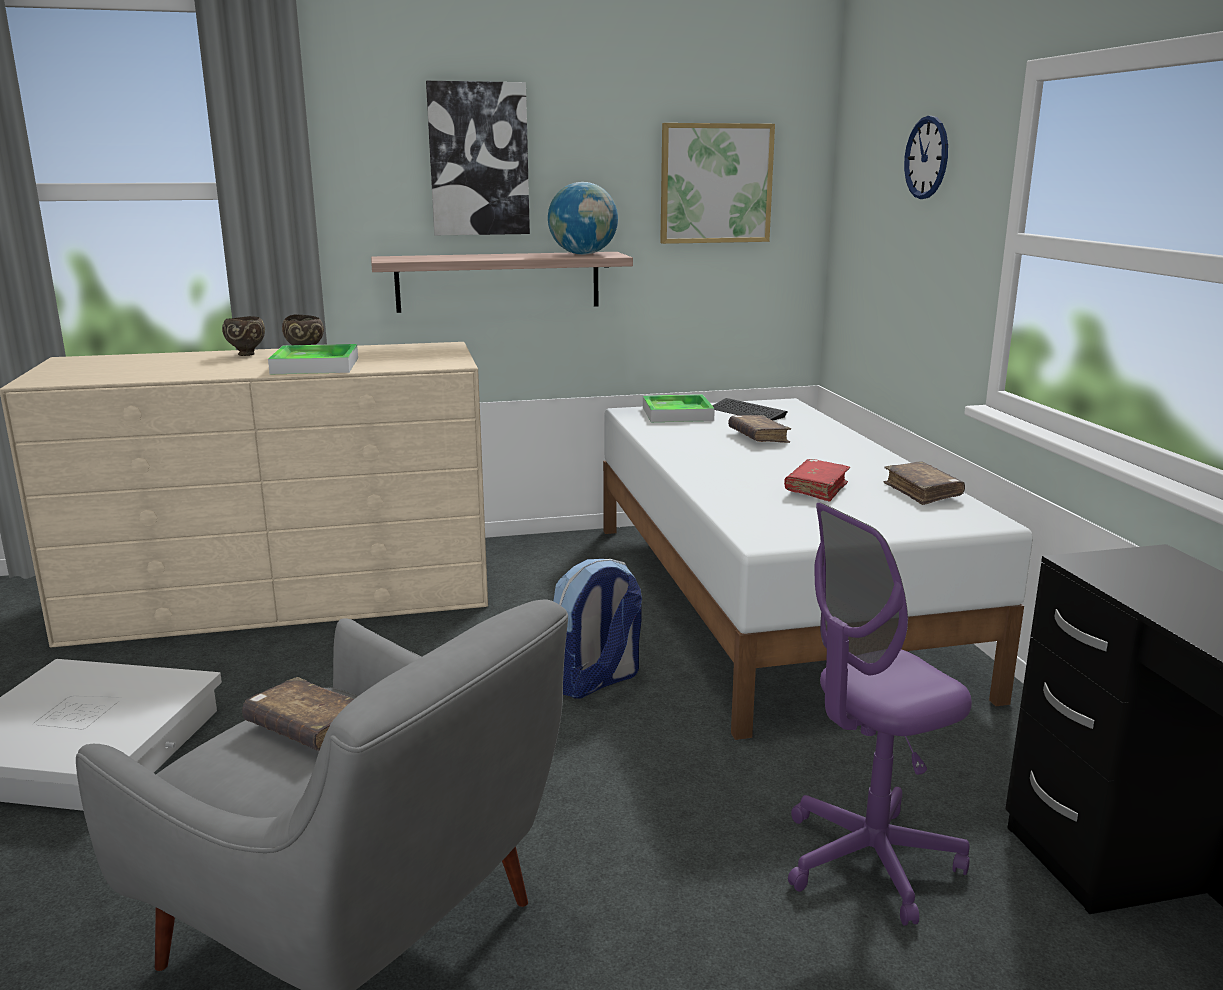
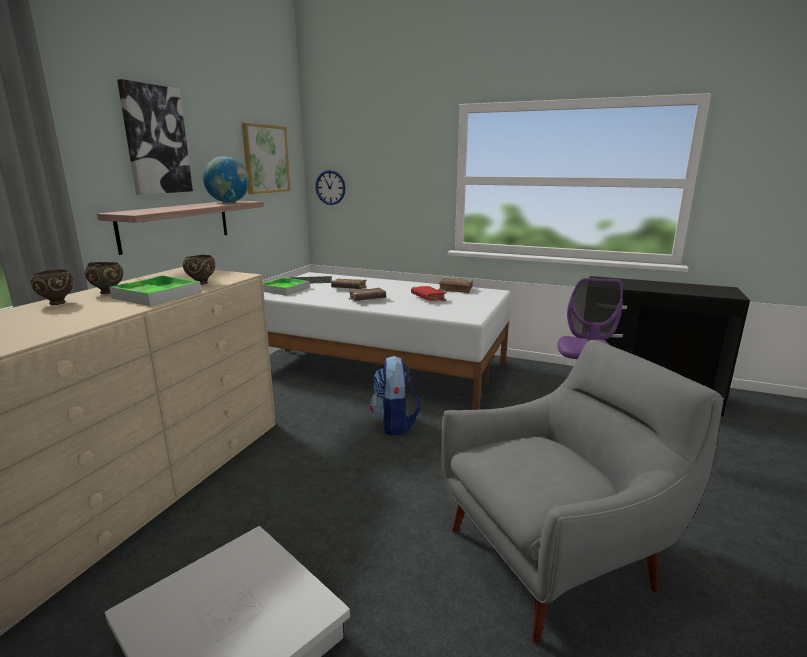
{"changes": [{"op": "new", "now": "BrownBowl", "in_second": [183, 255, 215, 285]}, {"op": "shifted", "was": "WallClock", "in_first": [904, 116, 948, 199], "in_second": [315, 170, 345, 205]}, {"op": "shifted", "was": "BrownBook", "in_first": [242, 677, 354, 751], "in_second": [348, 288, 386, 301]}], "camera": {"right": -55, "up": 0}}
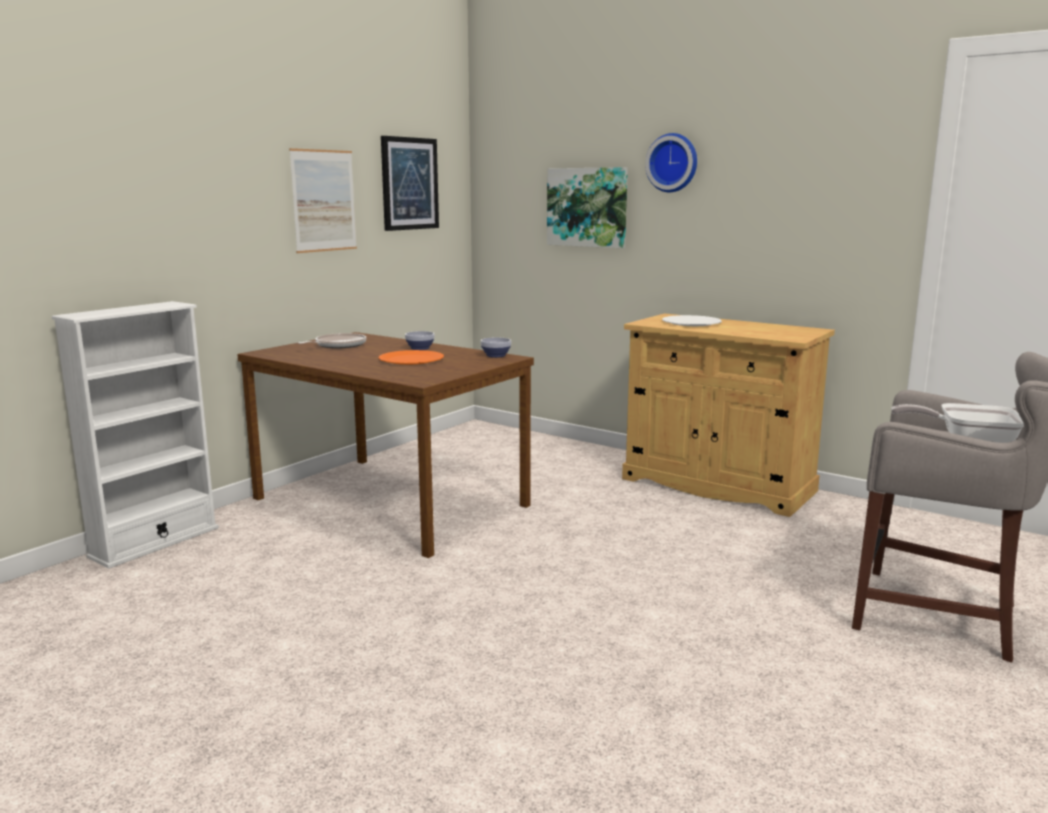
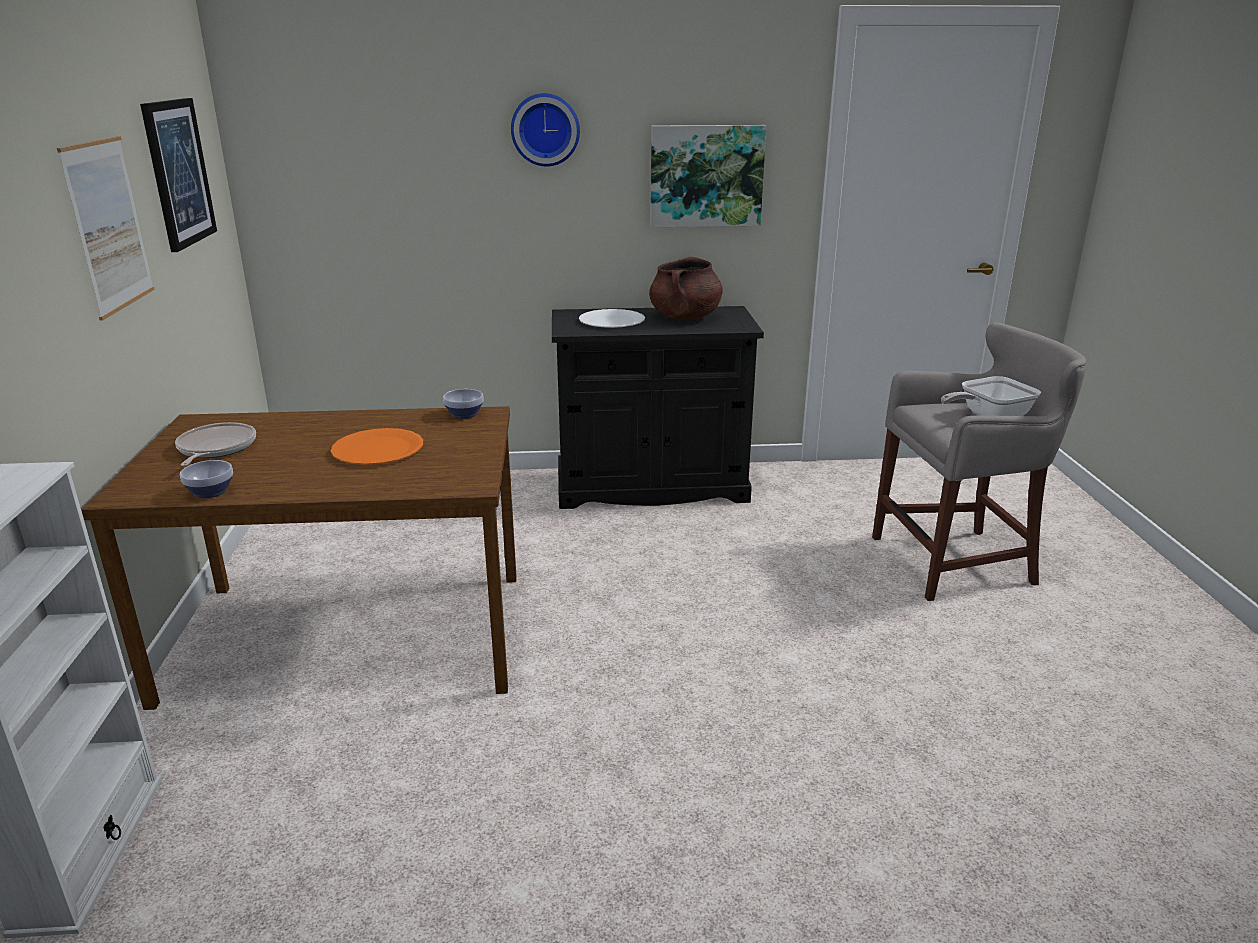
{"changes": [{"op": "shifted", "was": "Bowl", "in_first": [405, 331, 435, 350], "in_second": [180, 460, 233, 498]}, {"op": "repainted", "was": "BeigeCabinet", "now": "BlackCabinet", "in_first": [622, 313, 835, 517], "in_second": [552, 306, 764, 509]}, {"op": "new", "now": "BrownCookingPot", "in_second": [649, 257, 723, 320]}, {"op": "shifted", "was": "Picture", "in_first": [547, 167, 628, 248], "in_second": [650, 125, 766, 227]}], "camera": {"right": -40, "up": 10}}
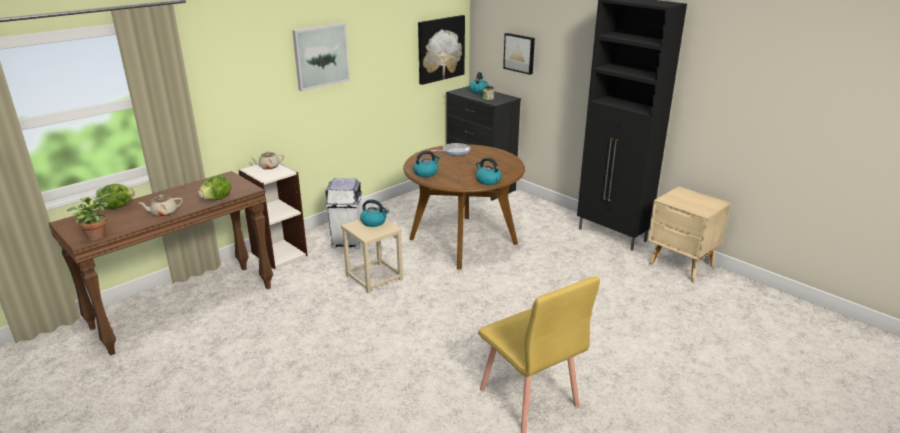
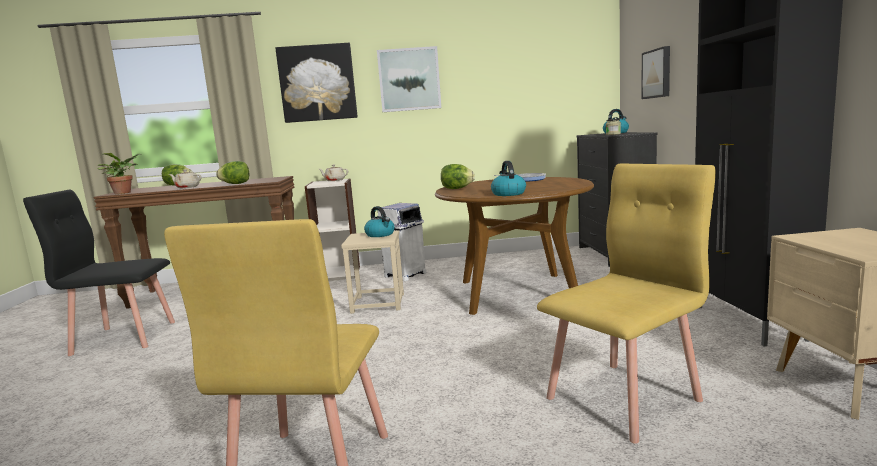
{"changes": [{"op": "new", "now": "BlackChair", "in_second": [23, 190, 175, 356]}, {"op": "shifted", "was": "Picture", "in_first": [418, 15, 465, 85], "in_second": [275, 43, 358, 123]}, {"op": "swapped", "was": "Kettle", "now": "Lettuce", "in_first": [413, 151, 440, 177], "in_second": [441, 164, 475, 189]}, {"op": "new", "now": "YellowChair", "in_second": [537, 164, 716, 444]}], "camera": {"right": 40, "up": -15}}
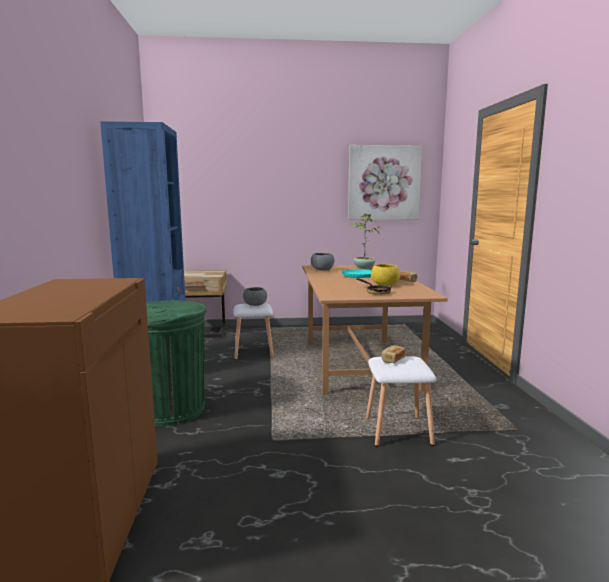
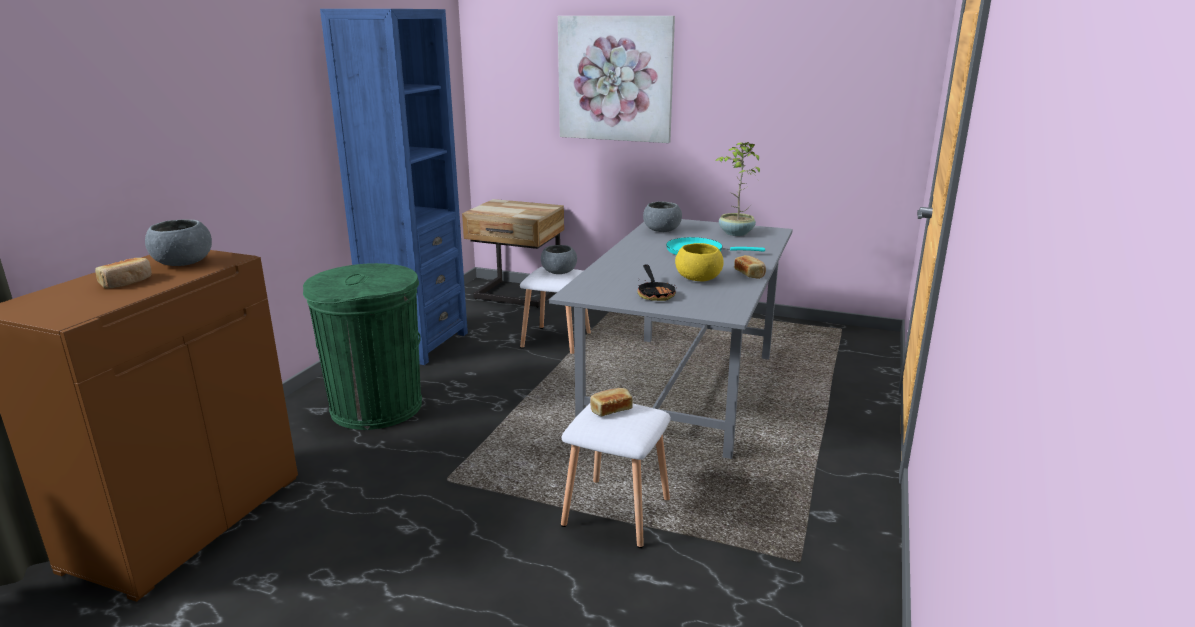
{"changes": [{"op": "new", "now": "Bread", "in_second": [95, 258, 152, 289]}, {"op": "new", "now": "GreyBowl", "in_second": [145, 219, 212, 266]}, {"op": "repainted", "was": "BrownDiningTable", "now": "GreyDiningTable", "in_first": [302, 265, 448, 395], "in_second": [549, 219, 793, 459]}, {"op": "shifted", "was": "Picture", "in_first": [348, 145, 422, 220], "in_second": [558, 16, 675, 143]}], "camera": {"right": 25, "up": 10}}
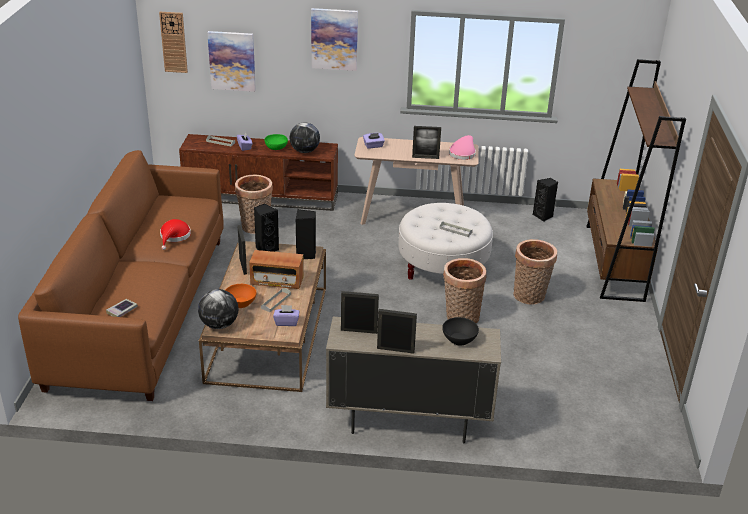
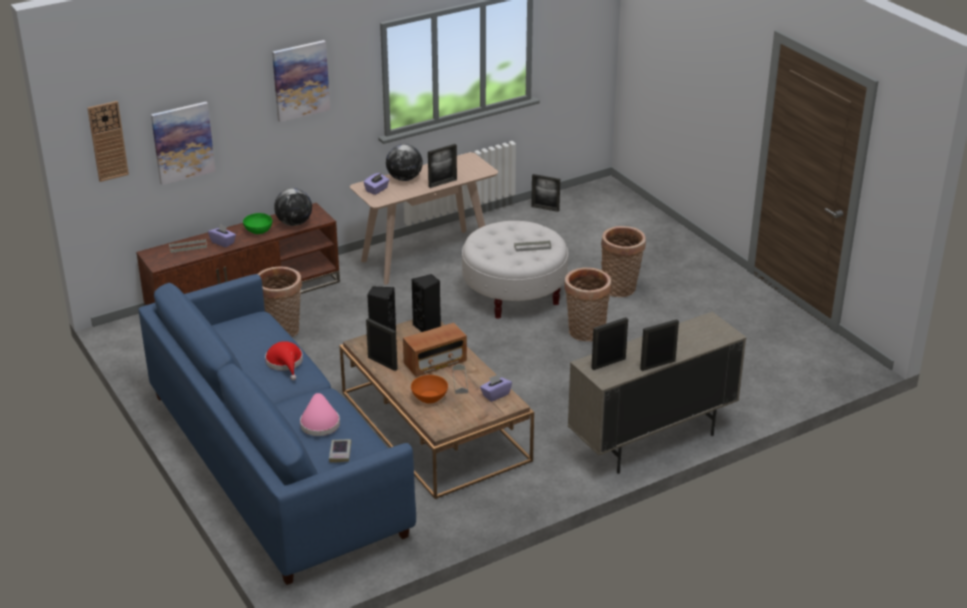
{"changes": [{"op": "repainted", "was": "BrownSofa", "now": "BlueSofa", "in_first": [18, 150, 224, 401], "in_second": [139, 274, 416, 585]}, {"op": "shifted", "was": "PinkHat", "in_first": [449, 135, 476, 160], "in_second": [300, 393, 340, 436]}, {"op": "shifted", "was": "Globe", "in_first": [198, 289, 238, 329], "in_second": [386, 144, 423, 181]}, {"op": "swapped", "was": "BlackSpeaker", "now": "PictureFrame", "in_first": [533, 178, 558, 222], "in_second": [531, 174, 560, 212]}, {"op": "gone", "was": "BlackBowl", "in_first": [442, 317, 479, 345]}, {"op": "gone", "was": "BrownBookcase", "in_first": [586, 59, 686, 302]}], "camera": {"right": -35, "up": 0}}
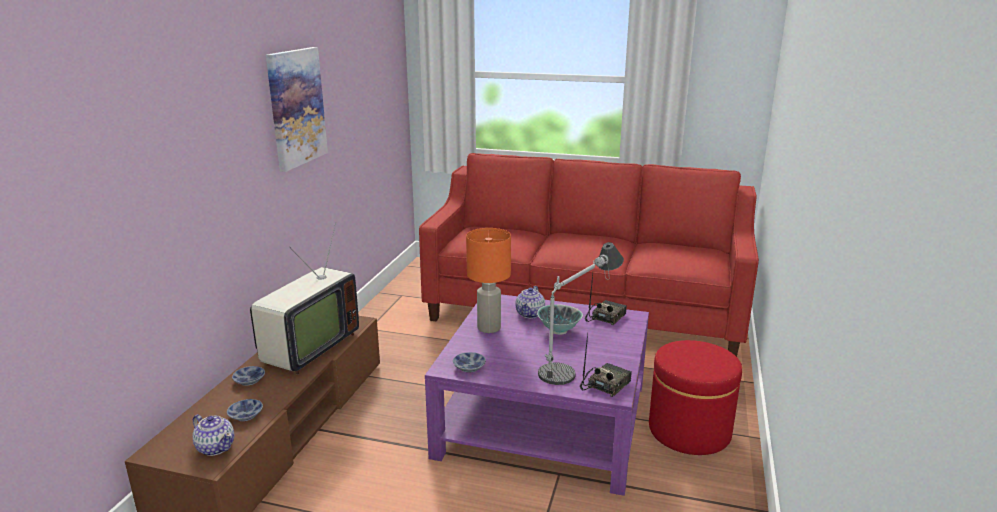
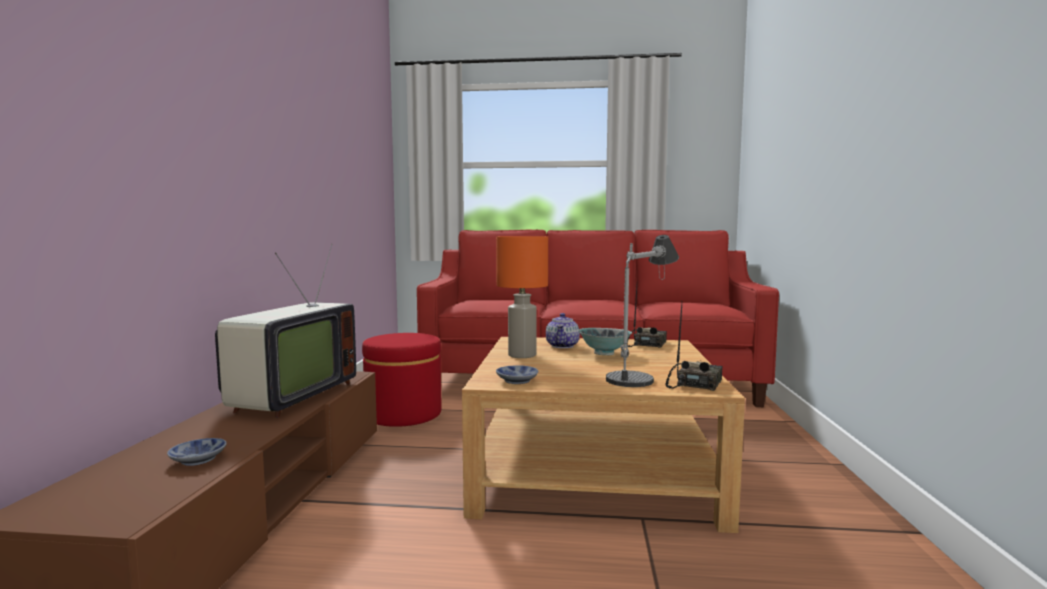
{"changes": [{"op": "shifted", "was": "RedOttoman", "in_first": [649, 340, 742, 455], "in_second": [362, 333, 442, 427]}, {"op": "repainted", "was": "PurpleCoffeeTable", "now": "BeigeCoffeeTable", "in_first": [425, 294, 649, 496], "in_second": [462, 337, 745, 533]}, {"op": "gone", "was": "Teapot", "in_first": [193, 414, 234, 456]}, {"op": "gone", "was": "Bowl", "in_first": [232, 366, 265, 386]}, {"op": "gone", "was": "Picture", "in_first": [266, 47, 328, 172]}], "camera": {"right": -10, "up": -15}}
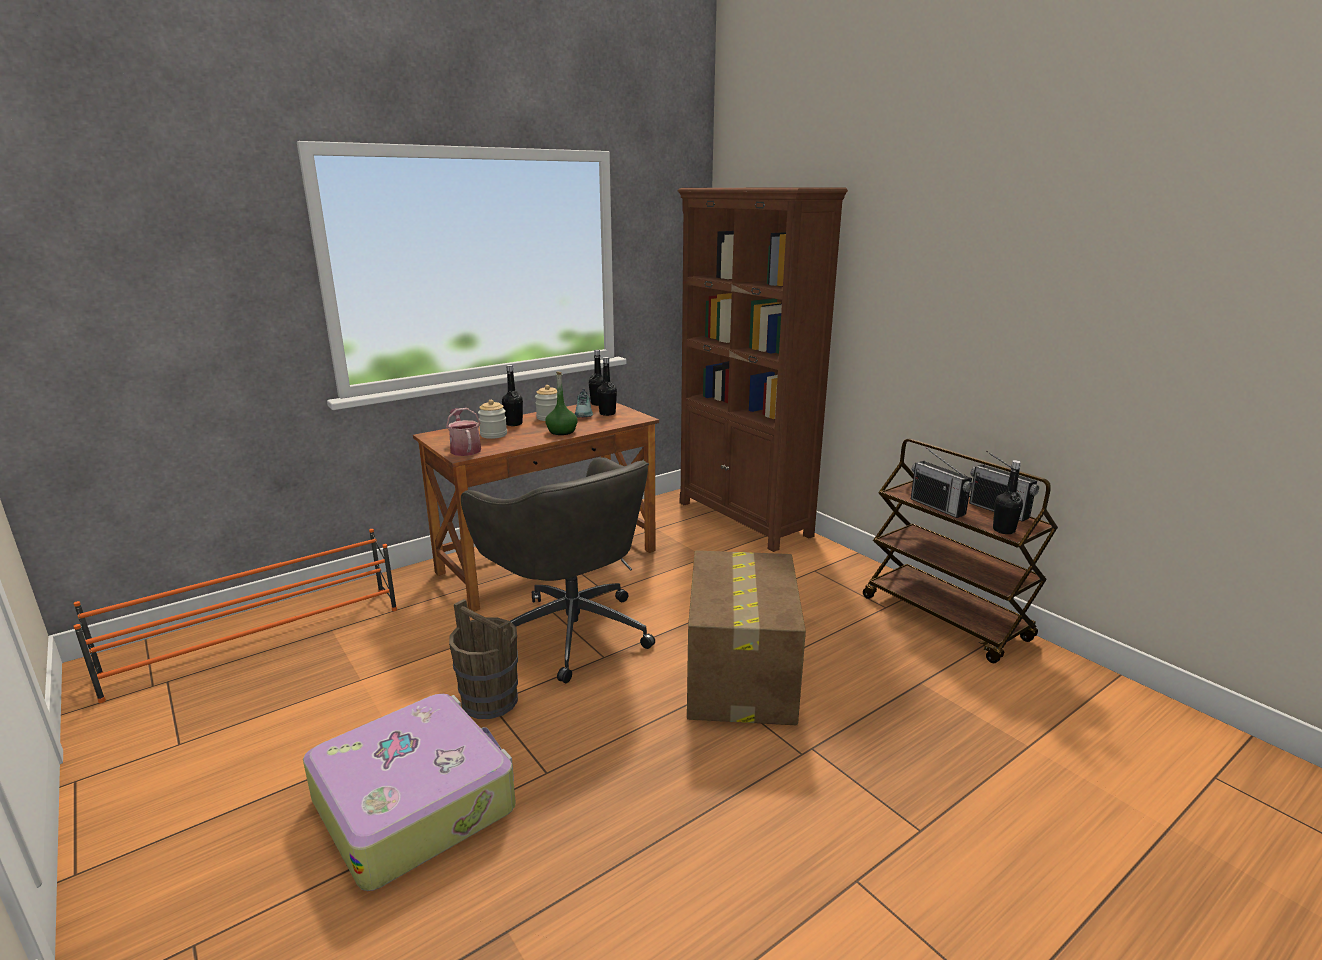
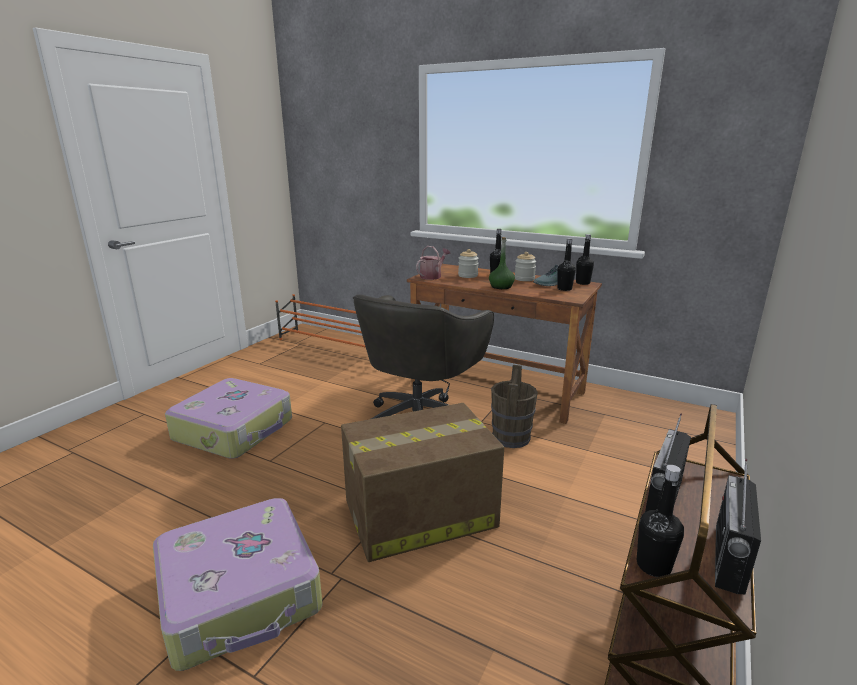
{"changes": [{"op": "new", "now": "Suitcase", "in_second": [153, 498, 323, 671]}, {"op": "shifted", "was": "BrownBucket", "in_first": [449, 599, 518, 719], "in_second": [491, 365, 538, 448]}, {"op": "gone", "was": "BrownBookcase", "in_first": [677, 188, 848, 552]}], "camera": {"right": 65, "up": 0}}
